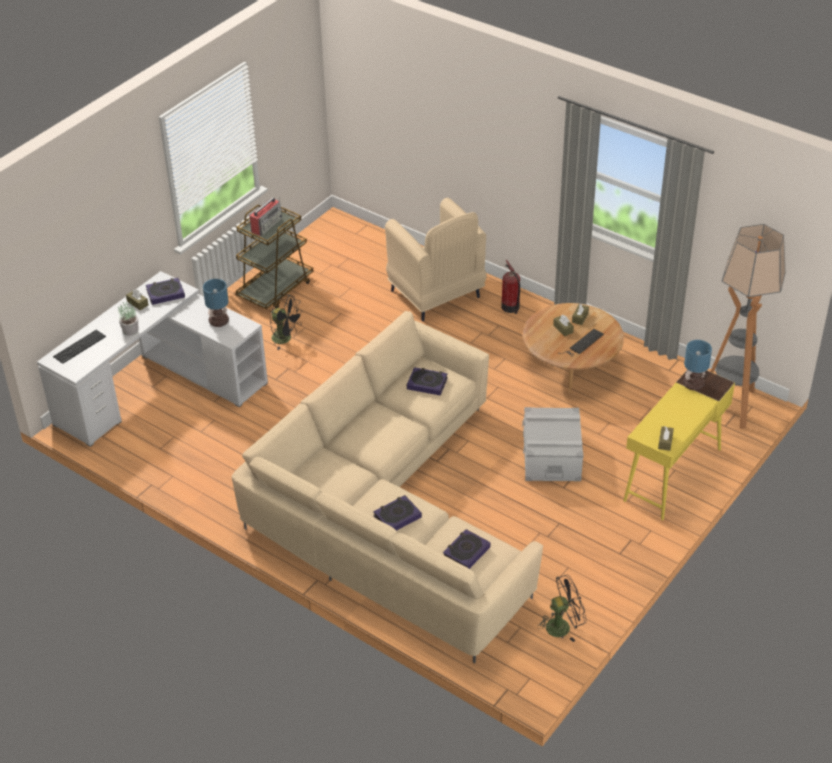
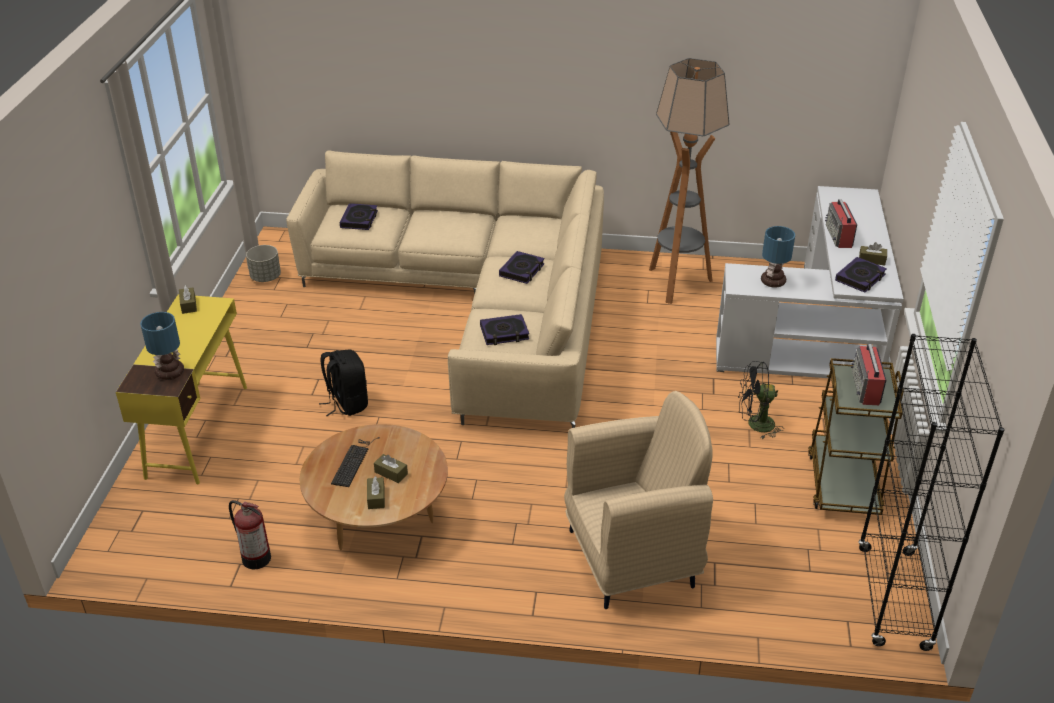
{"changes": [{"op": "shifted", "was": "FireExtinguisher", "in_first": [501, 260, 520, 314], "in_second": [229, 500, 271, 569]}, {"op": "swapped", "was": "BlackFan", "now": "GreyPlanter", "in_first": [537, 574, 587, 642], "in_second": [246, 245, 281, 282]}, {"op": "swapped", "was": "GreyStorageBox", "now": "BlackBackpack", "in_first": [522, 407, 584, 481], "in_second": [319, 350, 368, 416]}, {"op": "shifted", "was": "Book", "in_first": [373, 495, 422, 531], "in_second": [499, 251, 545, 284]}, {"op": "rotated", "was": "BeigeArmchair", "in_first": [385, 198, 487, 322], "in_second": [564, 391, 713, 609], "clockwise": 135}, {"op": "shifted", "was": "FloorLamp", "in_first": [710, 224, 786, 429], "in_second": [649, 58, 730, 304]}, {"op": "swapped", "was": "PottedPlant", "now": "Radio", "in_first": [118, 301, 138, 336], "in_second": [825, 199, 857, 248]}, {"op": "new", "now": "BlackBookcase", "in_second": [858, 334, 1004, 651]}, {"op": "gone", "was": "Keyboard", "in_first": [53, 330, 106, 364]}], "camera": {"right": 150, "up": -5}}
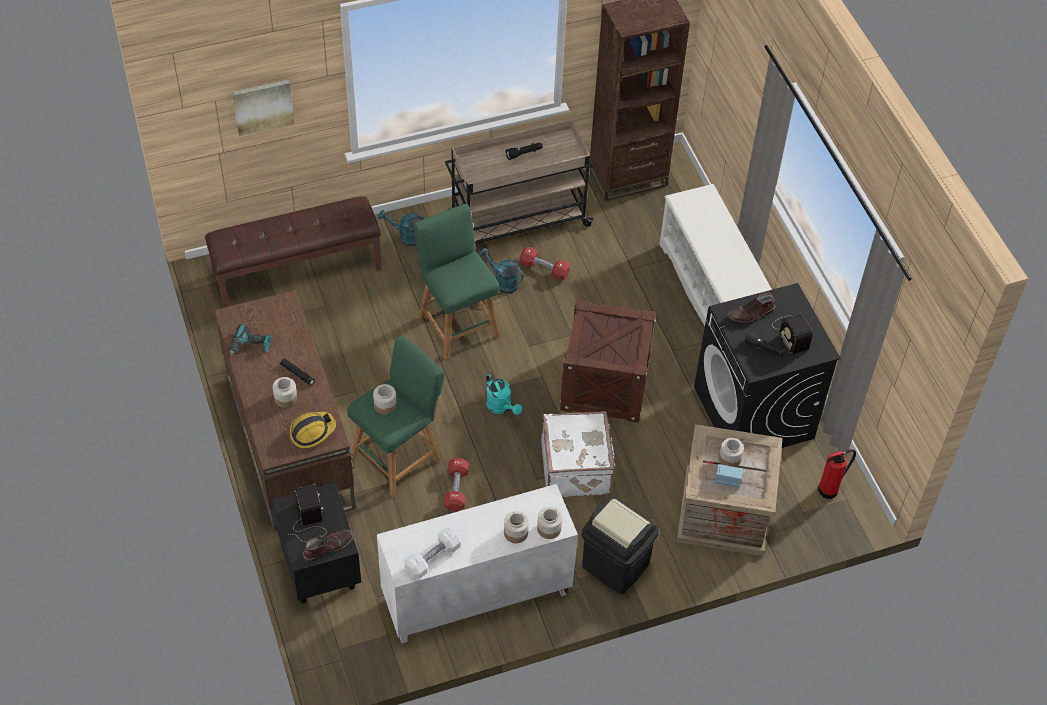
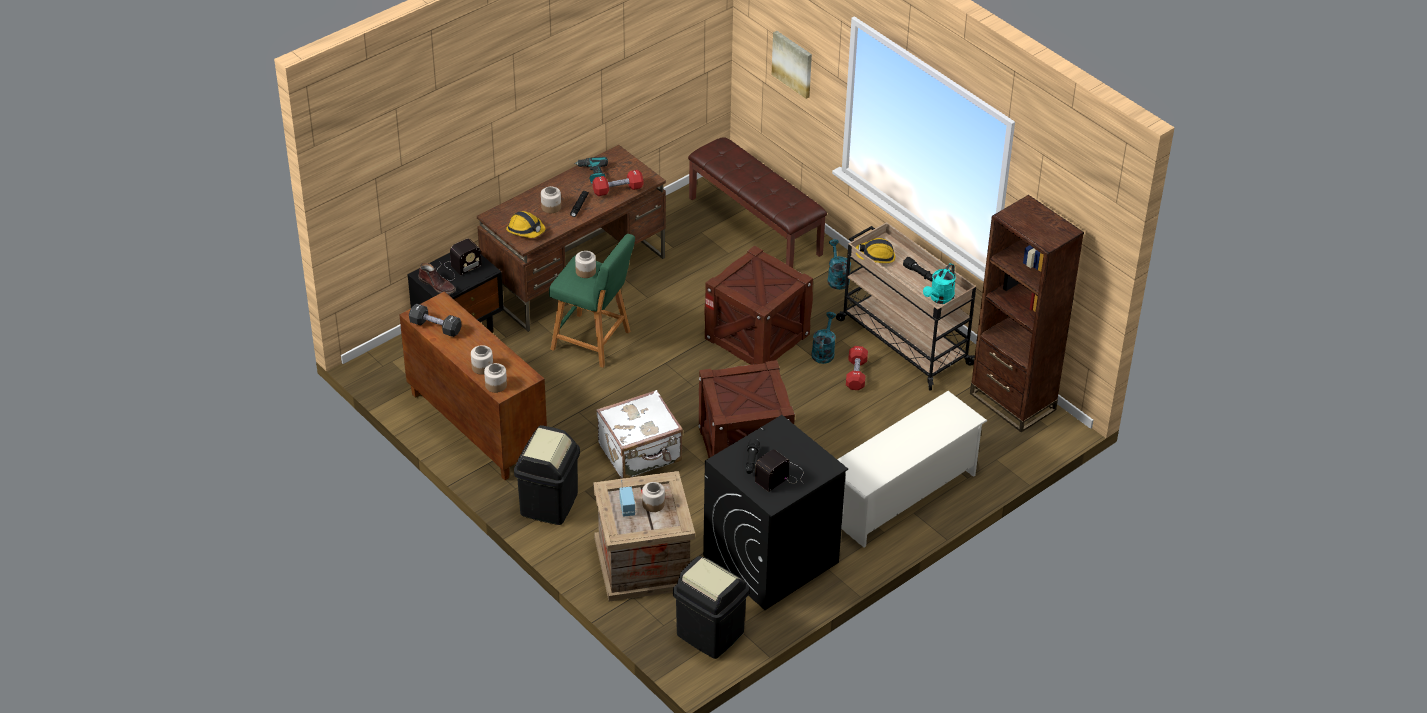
{"changes": [{"op": "repainted", "was": "WhiteCabinet", "now": "BrownCabinet", "in_first": [377, 484, 578, 643], "in_second": [400, 291, 547, 480]}, {"op": "repainted", "was": "WhiteDumbbell", "now": "BlackDumbbell", "in_first": [405, 527, 461, 579], "in_second": [409, 304, 462, 337]}, {"op": "shifted", "was": "RedDumbbell", "in_first": [444, 458, 469, 511], "in_second": [593, 170, 643, 196]}, {"op": "swapped", "was": "FireExtinguisher", "now": "BlackTrashCan", "in_first": [818, 449, 856, 499], "in_second": [673, 556, 750, 659]}, {"op": "swapped", "was": "GreenStool", "now": "Crate", "in_first": [413, 204, 500, 360], "in_second": [704, 246, 813, 365]}, {"op": "new", "now": "HardHat", "in_second": [855, 238, 895, 263]}, {"op": "shifted", "was": "TurquoiseWateringCan", "in_first": [486, 374, 522, 415], "in_second": [923, 263, 956, 304]}, {"op": "gone", "was": "BrownBoot", "in_first": [728, 293, 775, 323]}], "camera": {"right": 70, "up": -10}}
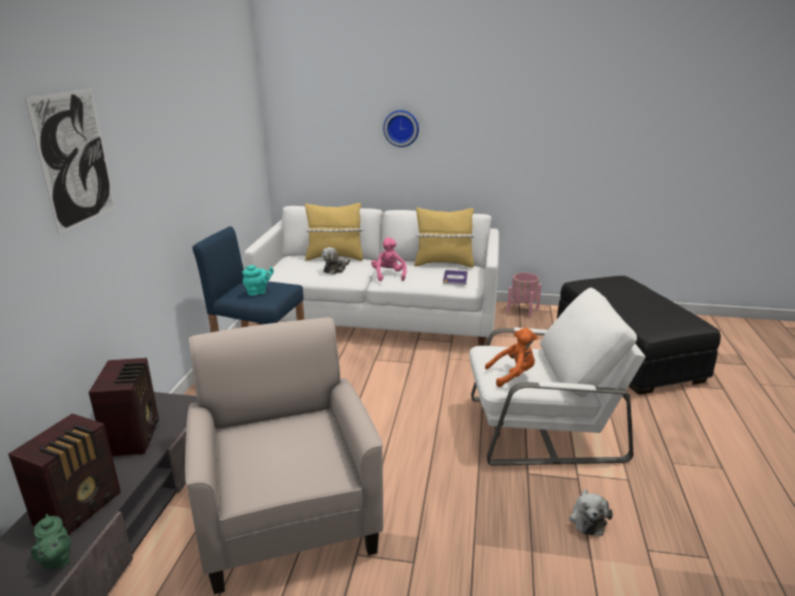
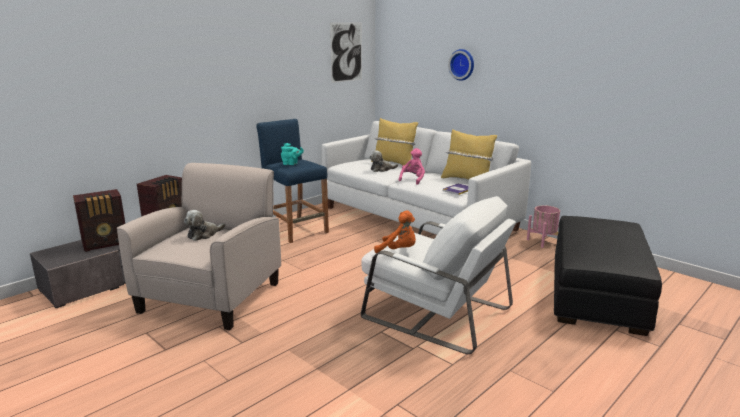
{"changes": [{"op": "shifted", "was": "PlushToy", "in_first": [569, 489, 613, 536], "in_second": [184, 210, 226, 241]}, {"op": "shifted", "was": "Picture", "in_first": [25, 88, 116, 234], "in_second": [330, 22, 362, 83]}, {"op": "gone", "was": "GreenTeapot", "in_first": [31, 514, 71, 571]}], "camera": {"right": 35, "up": -5}}
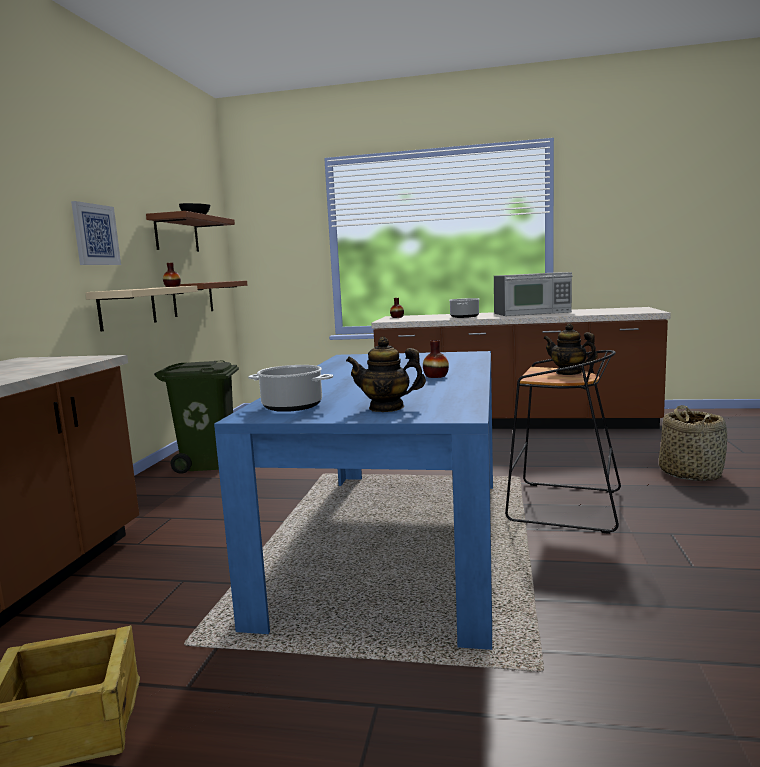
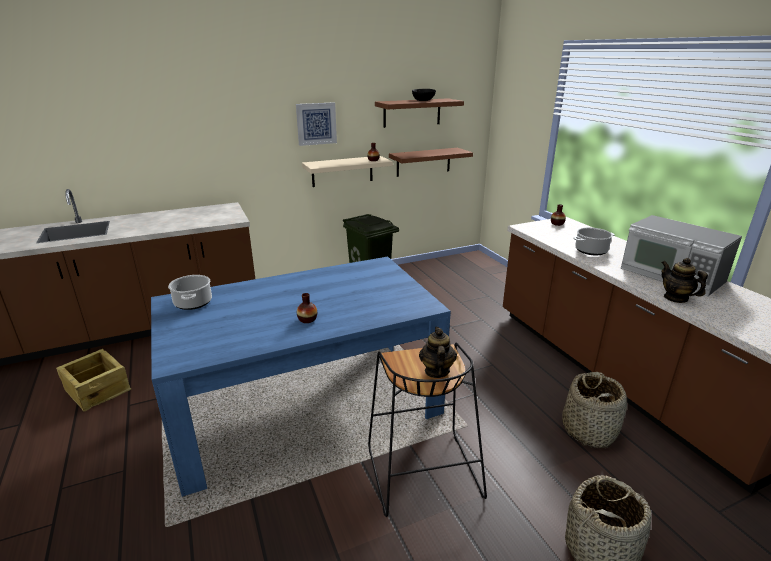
{"changes": [{"op": "new", "now": "Basket", "in_second": [562, 372, 627, 448]}, {"op": "shifted", "was": "Teapot", "in_first": [346, 337, 426, 412], "in_second": [661, 258, 708, 303]}], "camera": {"right": 55, "up": 15}}
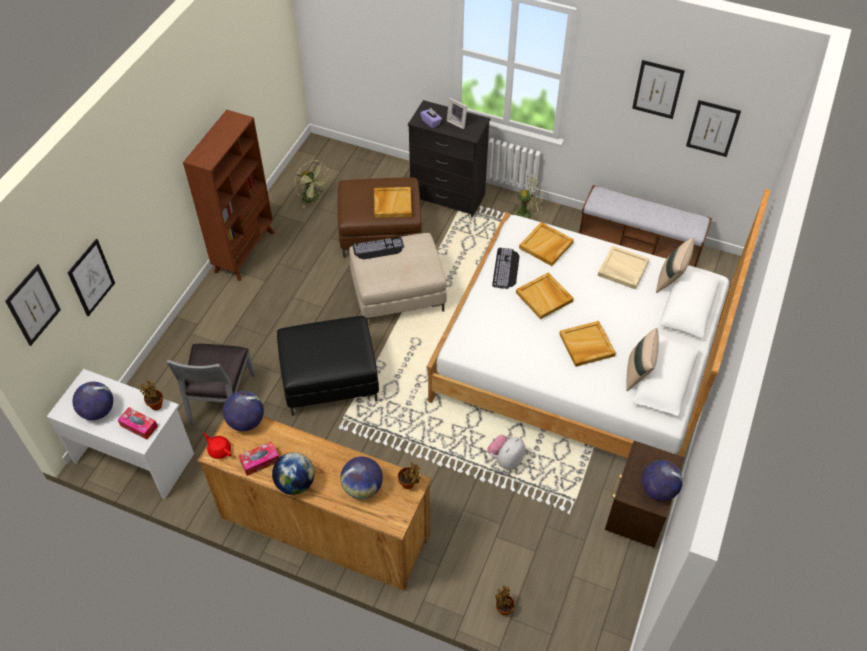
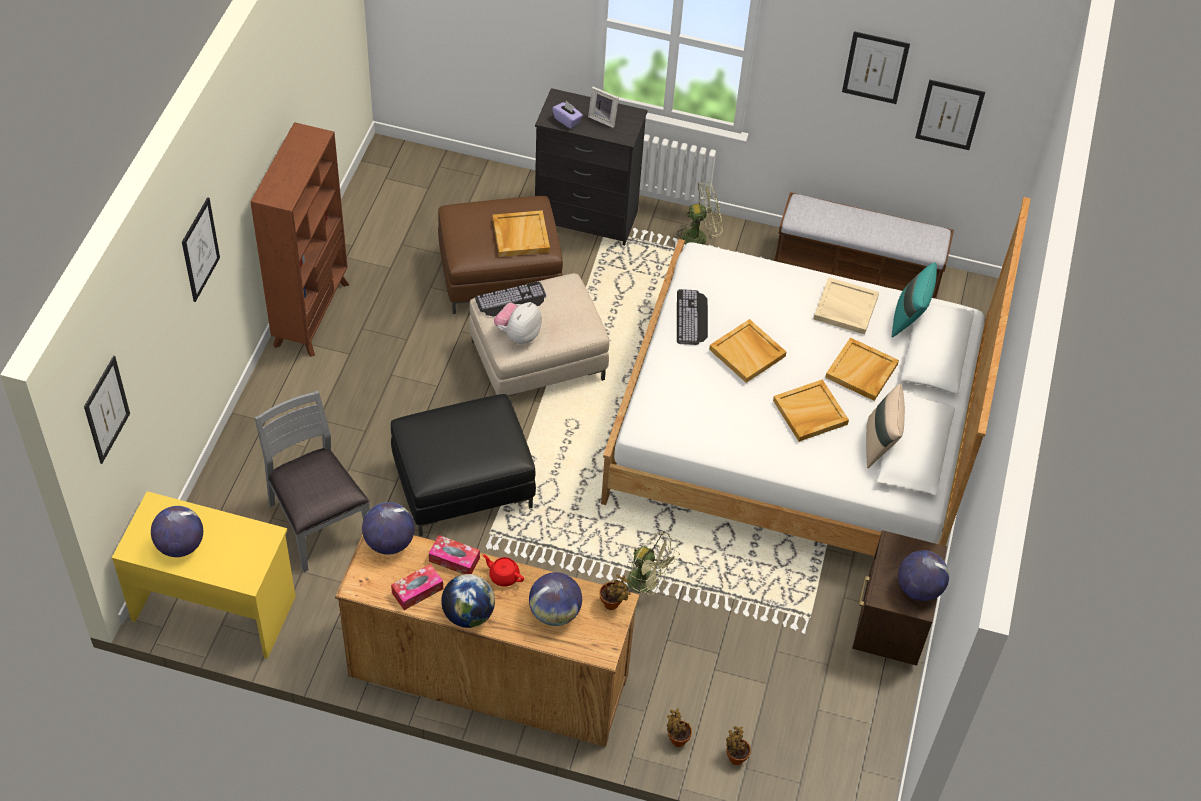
{"changes": [{"op": "repainted", "was": "WhiteDesk", "now": "YellowDesk", "in_first": [47, 369, 194, 499], "in_second": [112, 491, 296, 659]}, {"op": "shifted", "was": "Picture", "in_first": [67, 239, 115, 316], "in_second": [182, 197, 220, 302]}, {"op": "rotated", "was": "GreyChair", "in_first": [167, 344, 256, 426], "in_second": [255, 390, 370, 572], "clockwise": 150}, {"op": "shifted", "was": "TissueBox", "in_first": [118, 407, 158, 440], "in_second": [429, 535, 480, 574]}, {"op": "shifted", "was": "RedTeapot", "in_first": [203, 433, 231, 459], "in_second": [482, 554, 524, 587]}, {"op": "shifted", "was": "PlushToy", "in_first": [487, 435, 525, 470], "in_second": [494, 302, 542, 344]}, {"op": "shifted", "was": "GreenFan", "in_first": [294, 160, 331, 208], "in_second": [627, 531, 680, 595]}, {"op": "shifted", "was": "PottedPlant", "in_first": [140, 380, 163, 410], "in_second": [667, 709, 692, 747]}, {"op": "shifted", "was": "BeigeTray", "in_first": [519, 222, 574, 266], "in_second": [825, 338, 899, 401]}, {"op": "repainted", "was": "BeigePillow", "now": "TurquoisePillow", "in_first": [656, 238, 694, 293], "in_second": [892, 262, 937, 337]}], "camera": {"right": -10, "up": 0}}
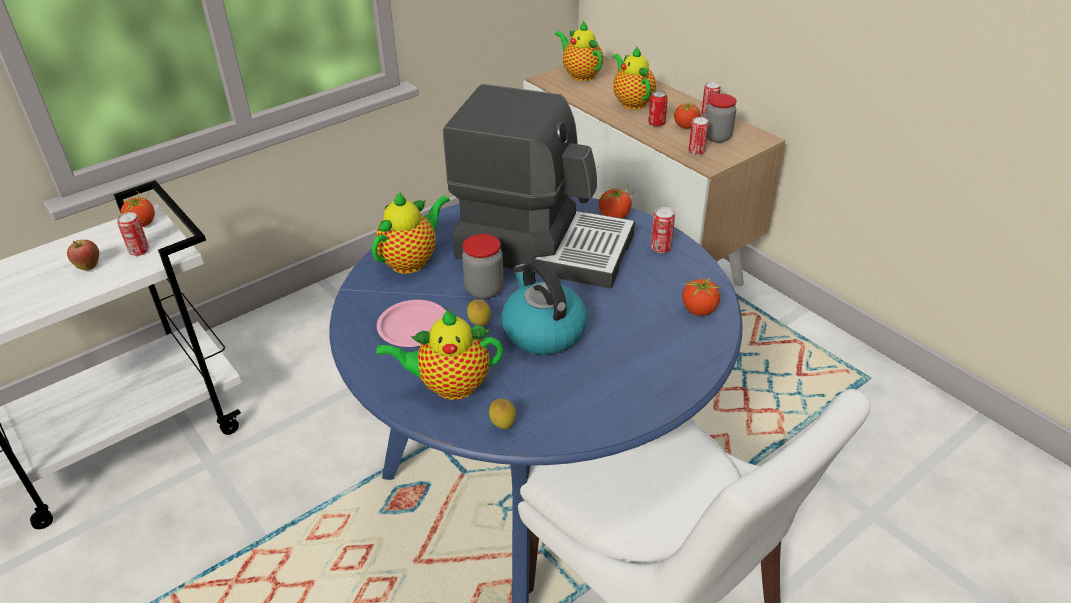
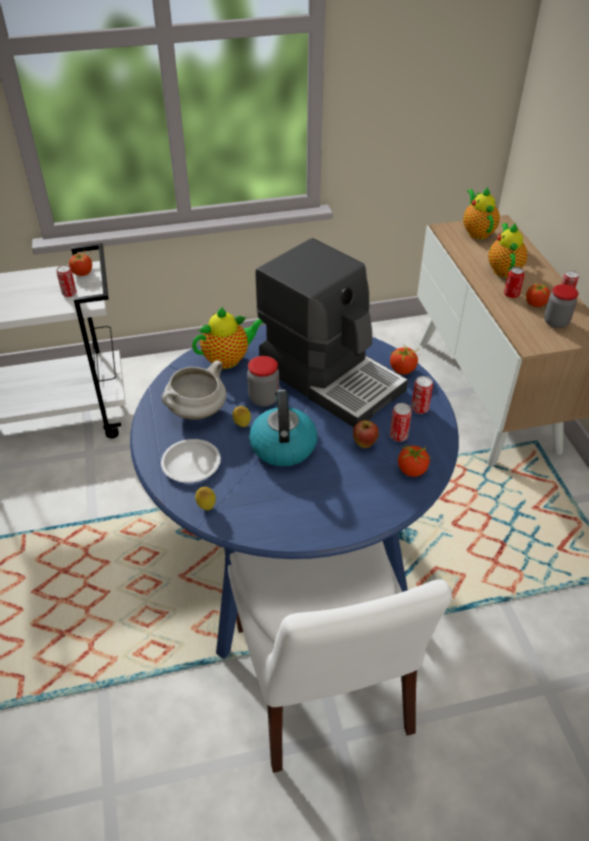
{"changes": [{"op": "swapped", "was": "Teapot", "now": "WhitePlate", "in_first": [376, 309, 503, 400], "in_second": [161, 439, 221, 483]}, {"op": "swapped", "was": "PinkPlate", "now": "WhiteCookingPot", "in_first": [377, 300, 446, 347], "in_second": [162, 360, 226, 420]}, {"op": "shifted", "was": "Apple", "in_first": [67, 240, 99, 270], "in_second": [353, 420, 379, 448]}, {"op": "shifted", "was": "Can", "in_first": [689, 117, 709, 155], "in_second": [390, 403, 412, 442]}], "camera": {"right": 25, "up": 5}}
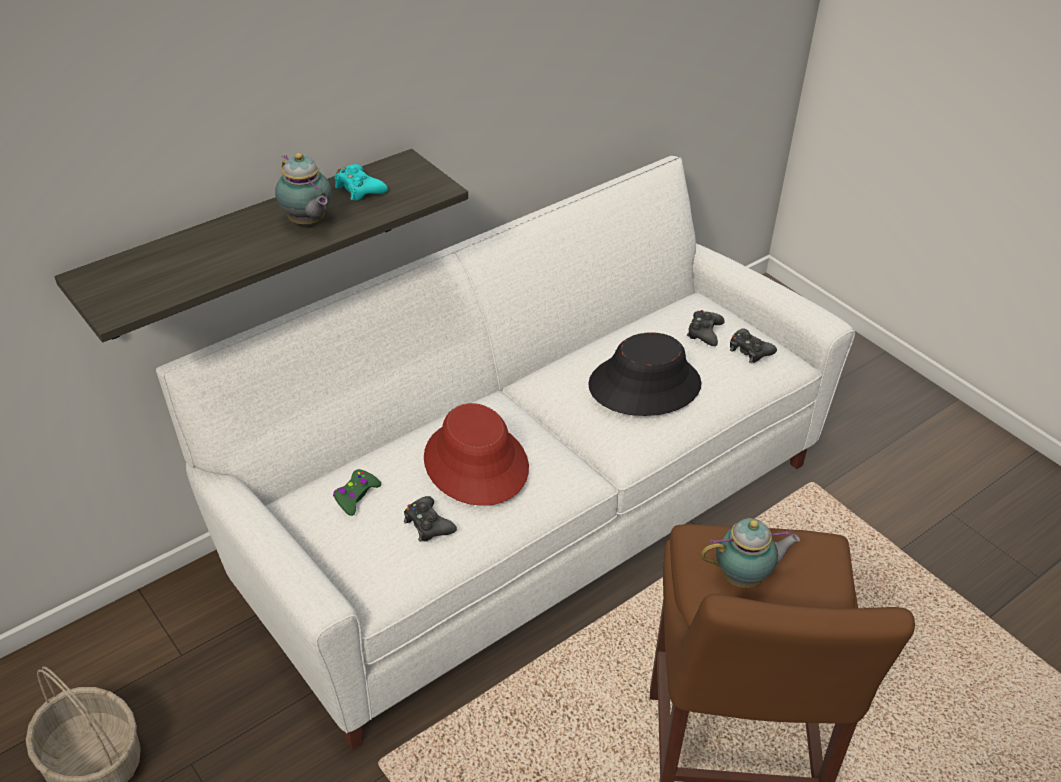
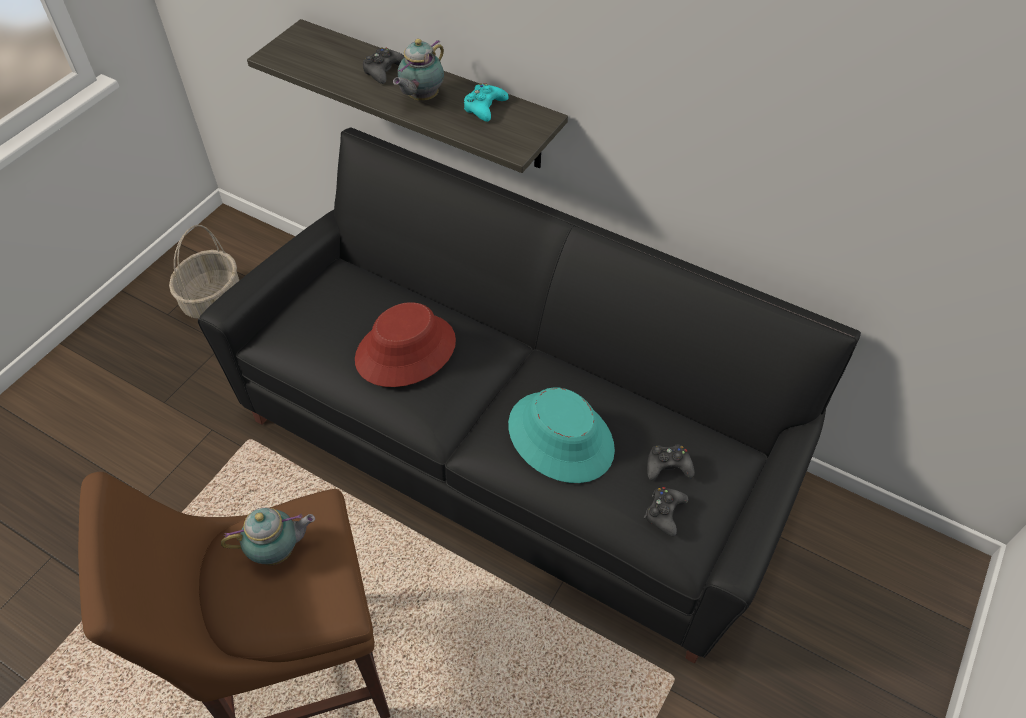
{"changes": [{"op": "repainted", "was": "WhiteSofa", "now": "BlackSofa", "in_first": [156, 156, 855, 750], "in_second": [198, 128, 861, 663]}, {"op": "rotated", "was": "Teapot", "in_first": [701, 518, 800, 588], "in_second": [221, 508, 315, 565], "clockwise": -75}, {"op": "shifted", "was": "BlackGameController", "in_first": [404, 496, 457, 542], "in_second": [363, 47, 404, 84]}, {"op": "repainted", "was": "BlackHat", "now": "TurquoiseHat", "in_first": [588, 332, 702, 416], "in_second": [508, 387, 615, 483]}, {"op": "gone", "was": "GreenGameController", "in_first": [333, 469, 382, 516]}], "camera": {"right": 70, "up": 10}}
